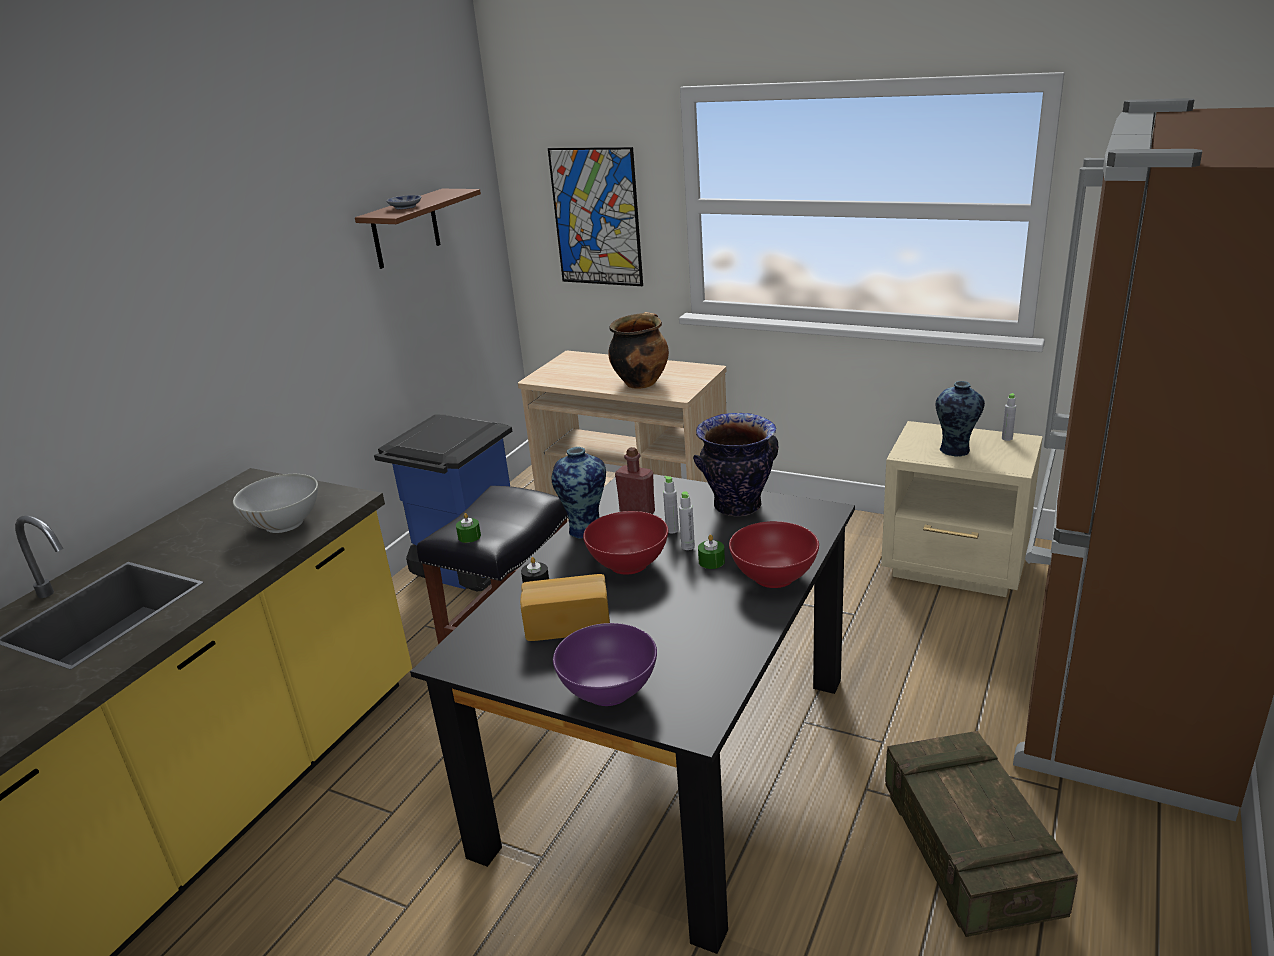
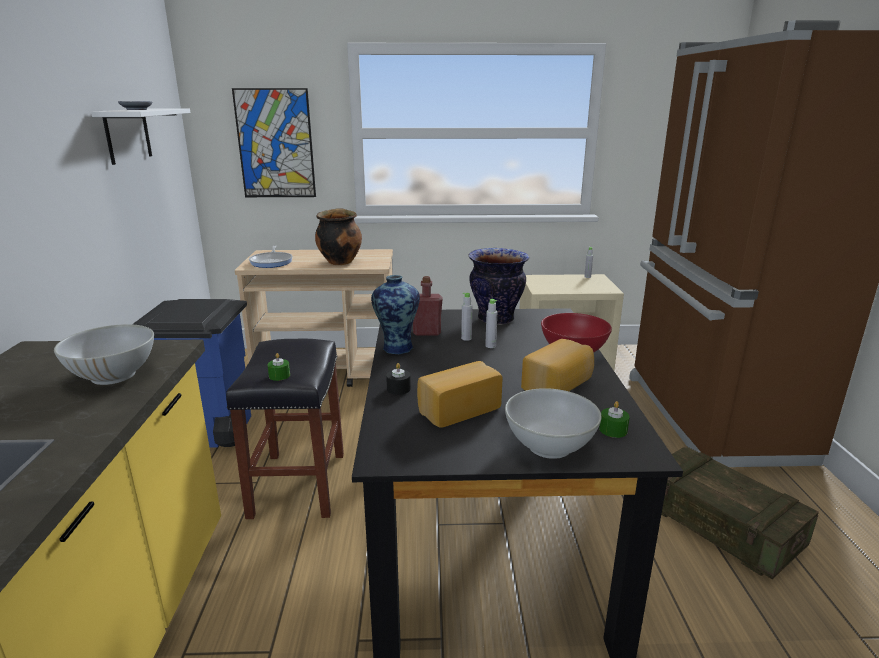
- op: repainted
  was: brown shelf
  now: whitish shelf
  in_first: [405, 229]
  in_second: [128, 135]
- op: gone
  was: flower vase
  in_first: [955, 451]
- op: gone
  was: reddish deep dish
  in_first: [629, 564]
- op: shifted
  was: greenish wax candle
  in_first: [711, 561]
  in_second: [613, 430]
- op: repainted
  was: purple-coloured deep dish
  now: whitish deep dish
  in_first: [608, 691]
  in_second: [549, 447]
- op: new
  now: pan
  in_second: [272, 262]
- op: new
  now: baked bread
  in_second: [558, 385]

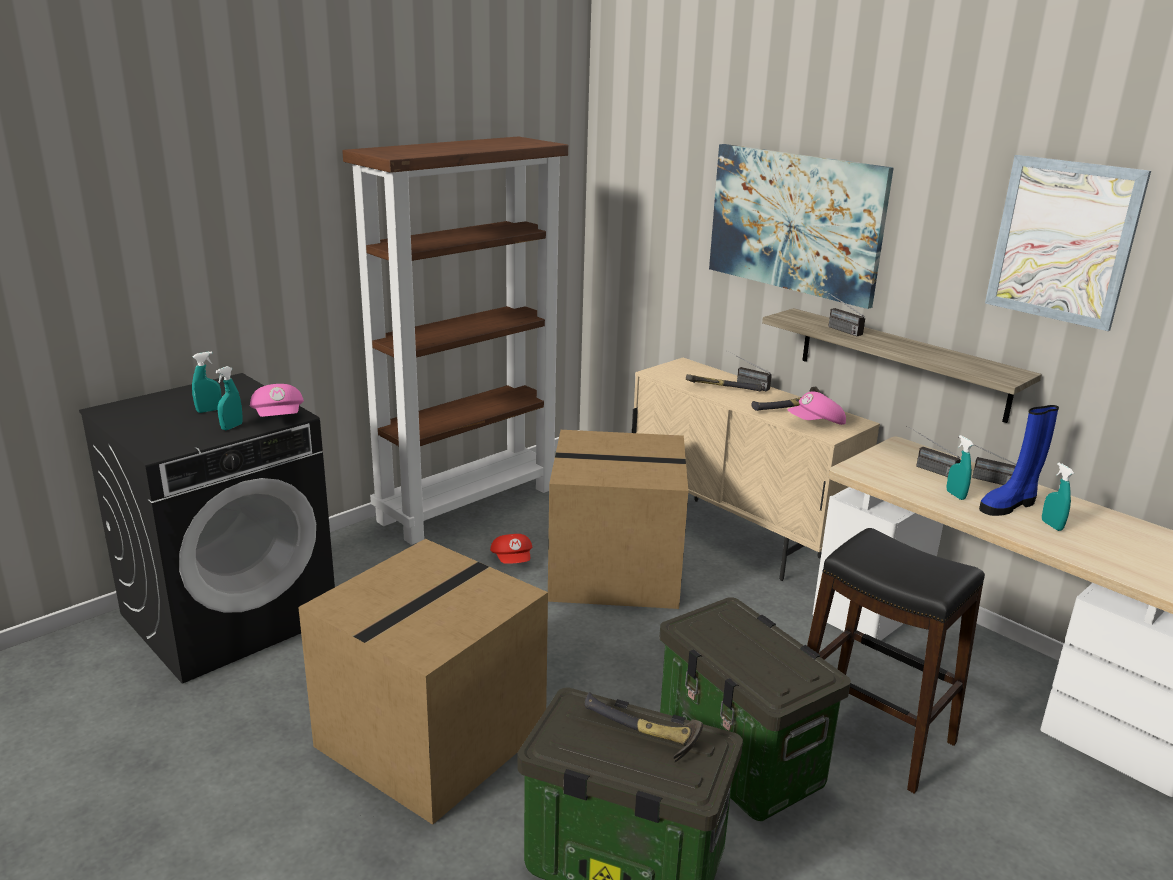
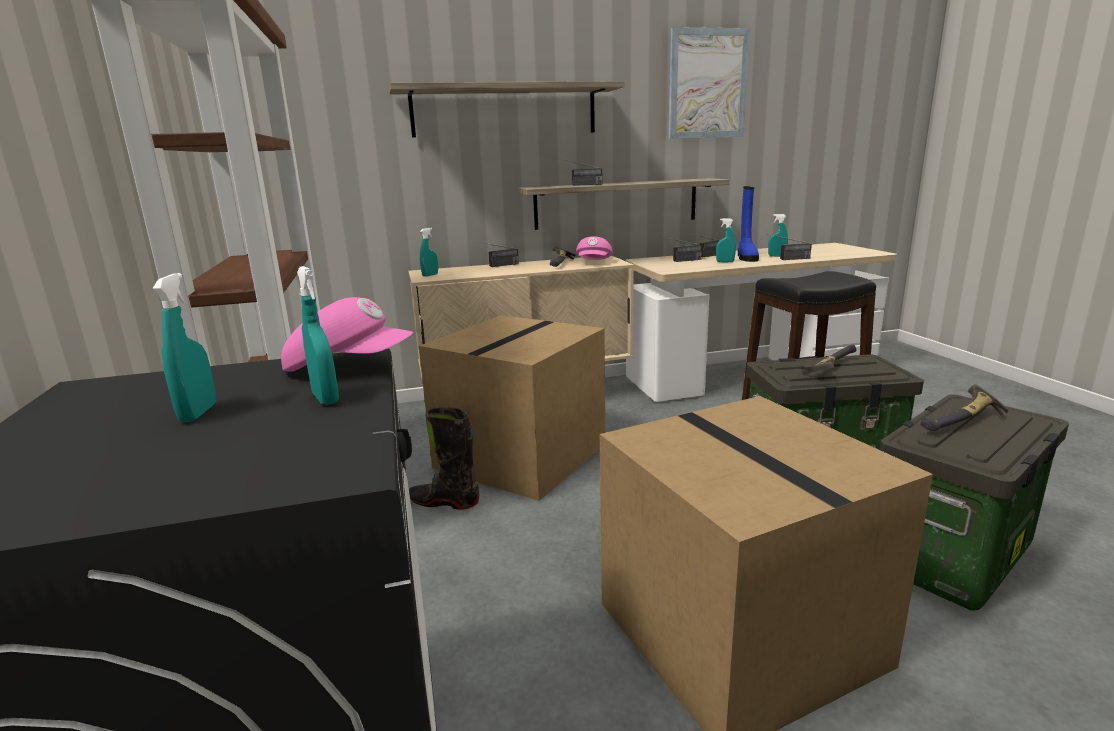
- op: swapped
  was: wall art
  now: shelf
  in_first: [795, 222]
  in_second: [505, 111]
- op: shifted
  was: hand hammer
  in_first: [720, 389]
  in_second: [828, 367]
- op: swapped
  was: reddish cap
  now: blackish tall boot
  in_first: [513, 560]
  in_second: [444, 502]
- op: new
  now: turquoise-coloured spray bottle
  in_second: [430, 275]
- op: new
  now: radio
  in_second: [788, 259]

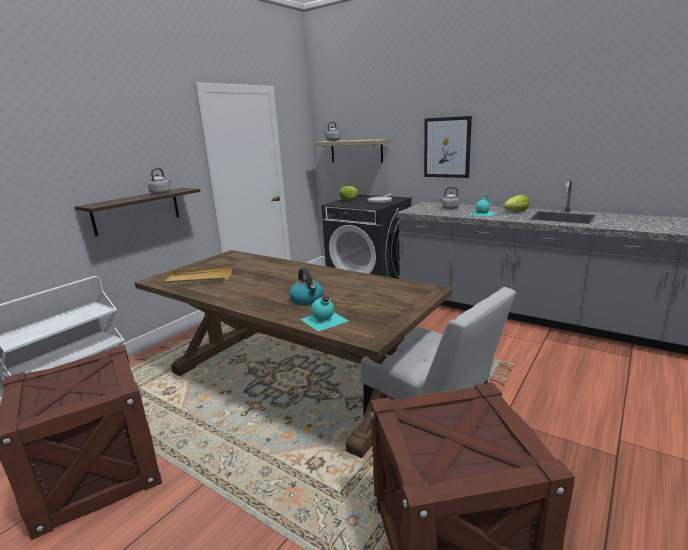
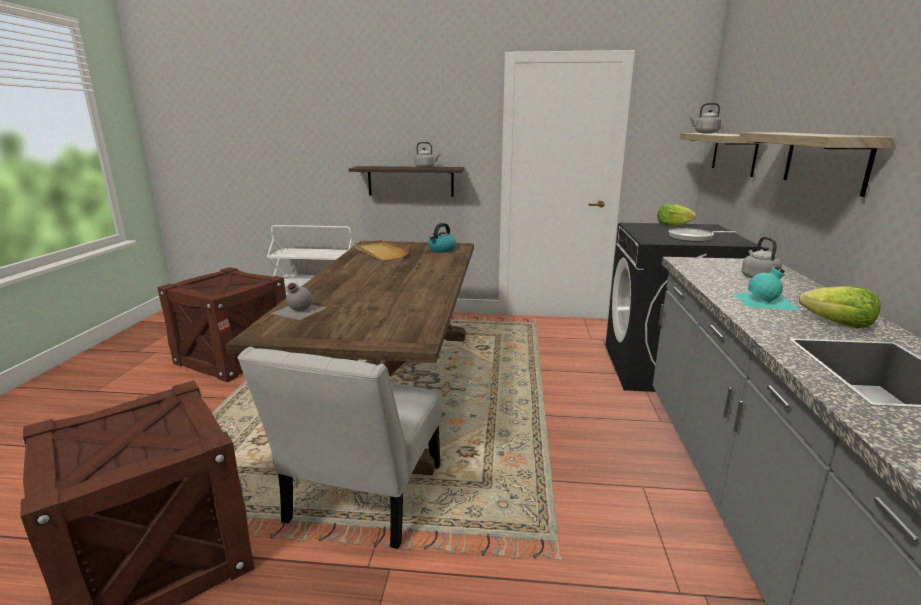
- op: swapped
  was: wall art
  now: shelf
  in_first: [447, 147]
  in_second: [825, 161]
- op: shifted
  was: tea kettle
  in_first: [307, 300]
  in_second: [441, 250]
- op: repainted
  was: turquoise-coloured beverage bottle
  now: grey beverage bottle
  in_first: [324, 320]
  in_second: [298, 310]

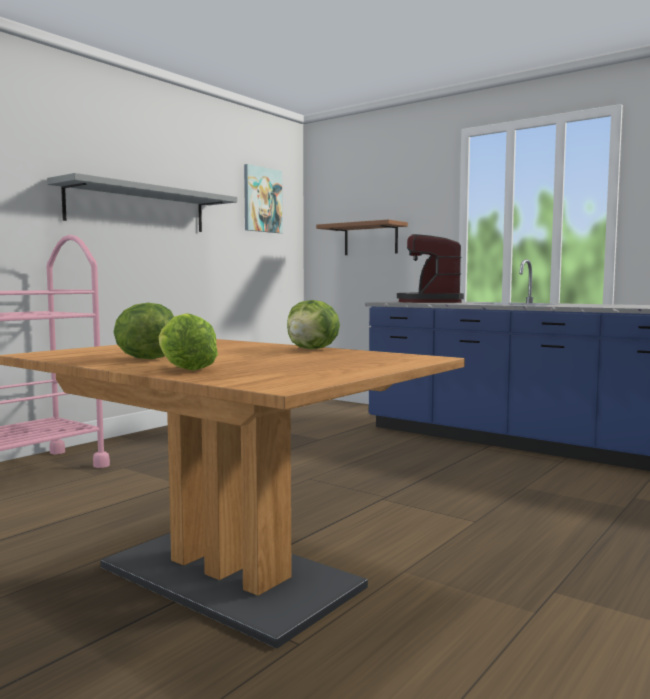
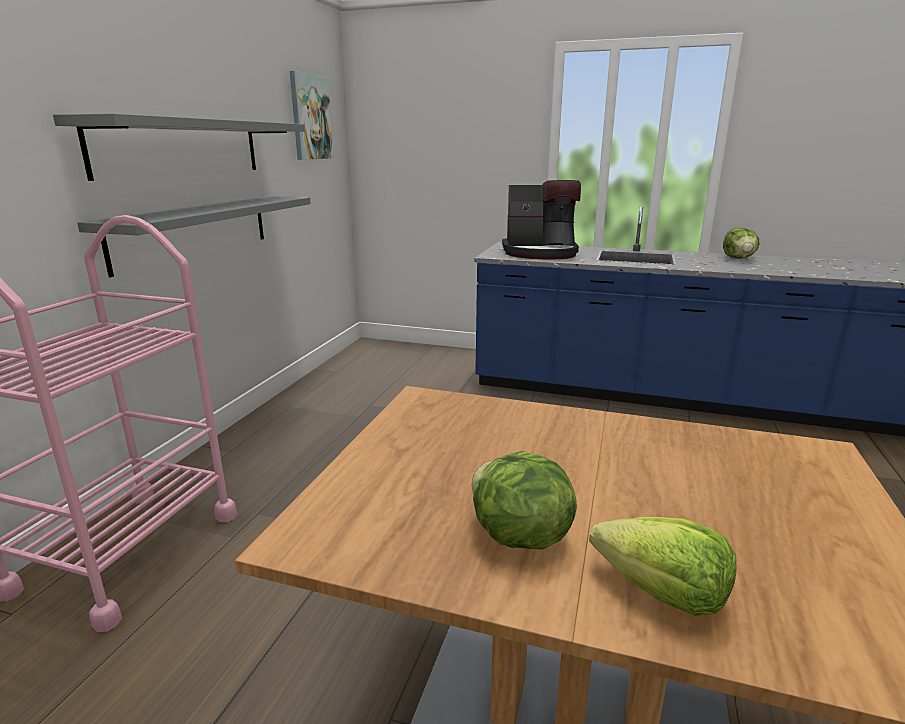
- op: gone
  was: brown shelf
  in_first: [370, 239]
- op: rotated
  was: coffee brewer
  in_first: [431, 302]
  in_second: [540, 253]
  clockwise: -75
- op: shifted
  was: head of lettuce
  in_first: [313, 349]
  in_second: [739, 258]
- op: new
  now: grey shelf
  in_second: [194, 231]

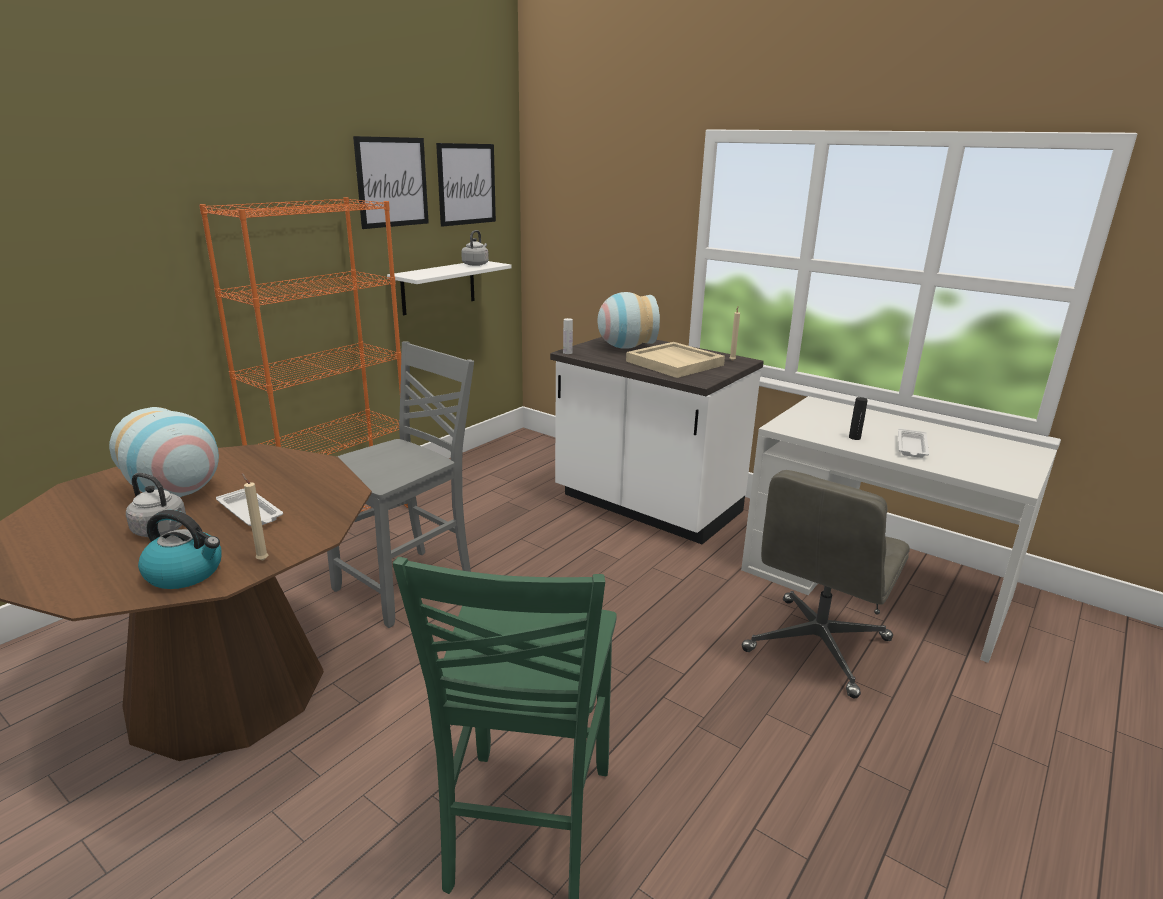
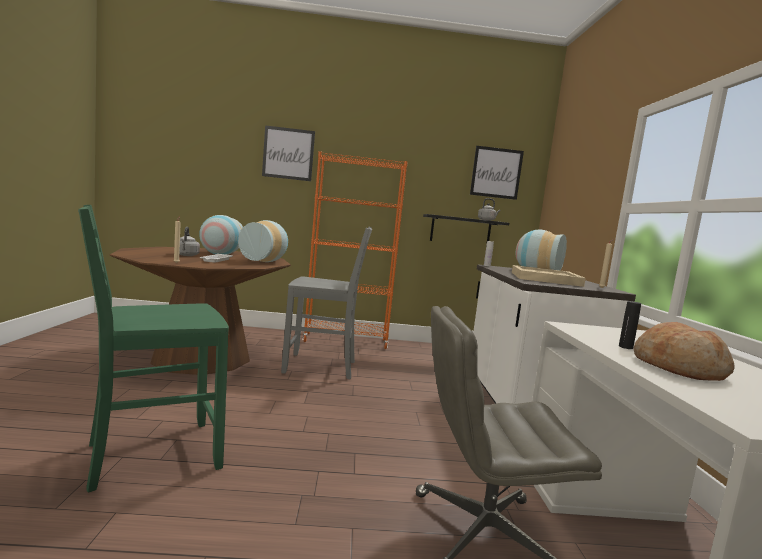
- op: shifted
  was: wall art
  in_first: [392, 182]
  in_second: [288, 153]
- op: repainted
  was: whitish shelf
  now: blackish shelf
  in_first: [438, 287]
  in_second: [460, 231]
- op: swapped
  was: whitish serving tray
  now: baked bread
  in_first: [911, 447]
  in_second: [679, 368]
- op: gone
  was: tea kettle
  in_first: [186, 573]
- op: new
  now: flower vase
  in_second: [264, 262]

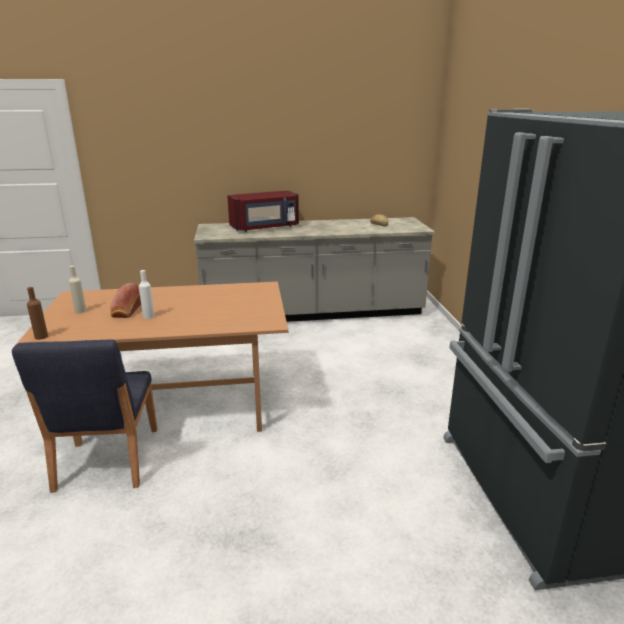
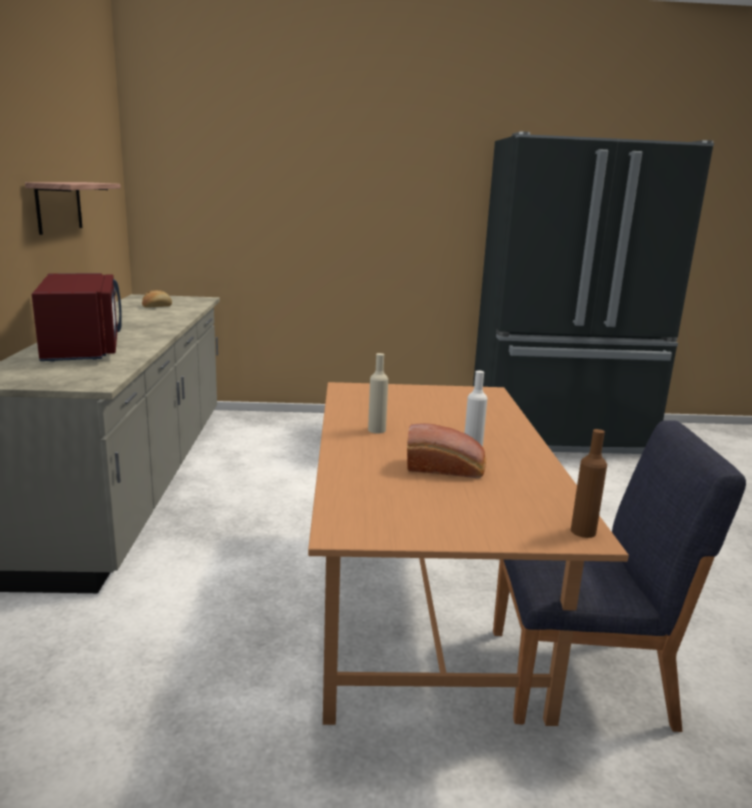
- op: shifted
  was: beige beverage bottle
  in_first: [80, 311]
  in_second: [376, 430]
- op: new
  now: shelf
  in_second: [59, 206]

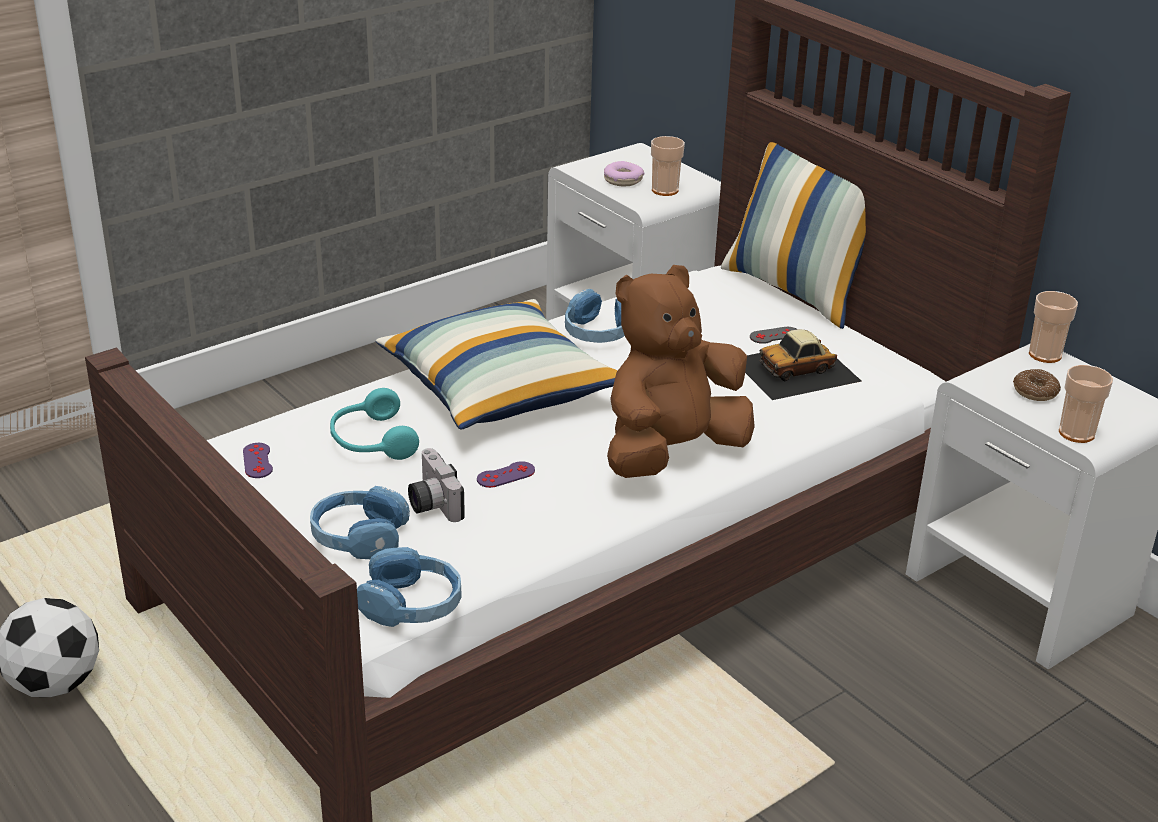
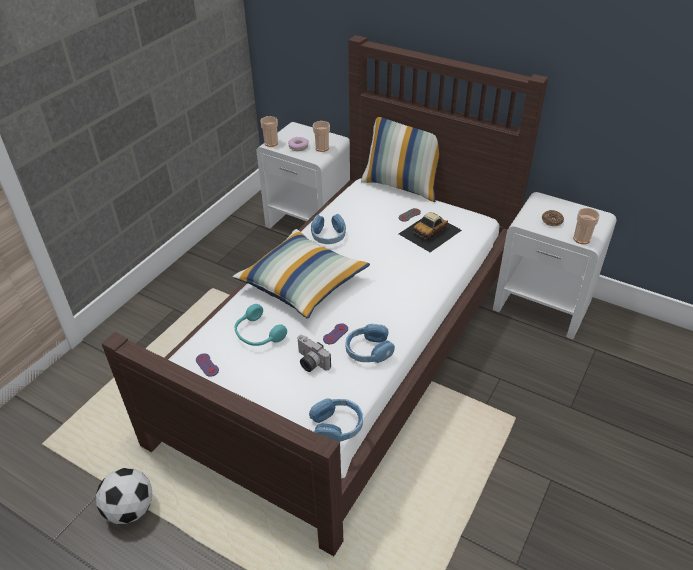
- op: gone
  was: brown plush toy
  in_first: [670, 453]
- op: shifted
  was: drinking cup
  in_first: [1045, 355]
  in_second: [271, 143]
- op: shifted
  was: blue-coloured pair of headphones
  in_first: [358, 537]
  in_second: [368, 350]

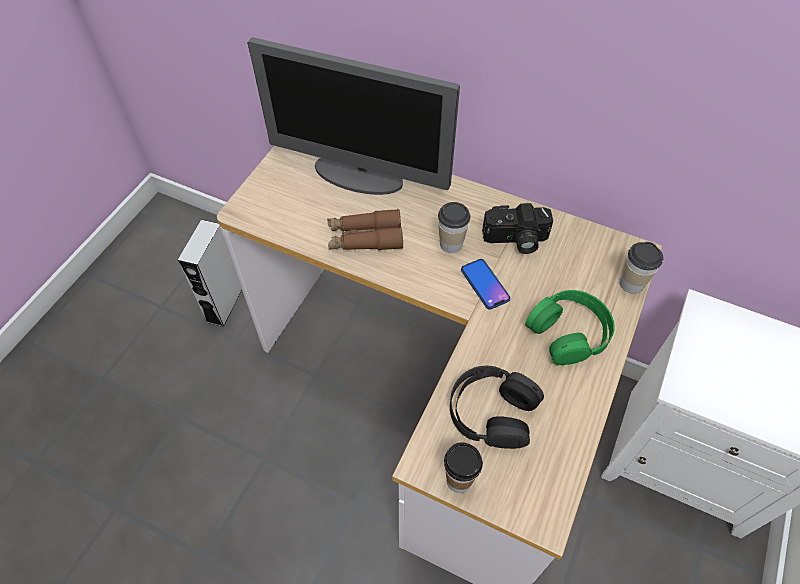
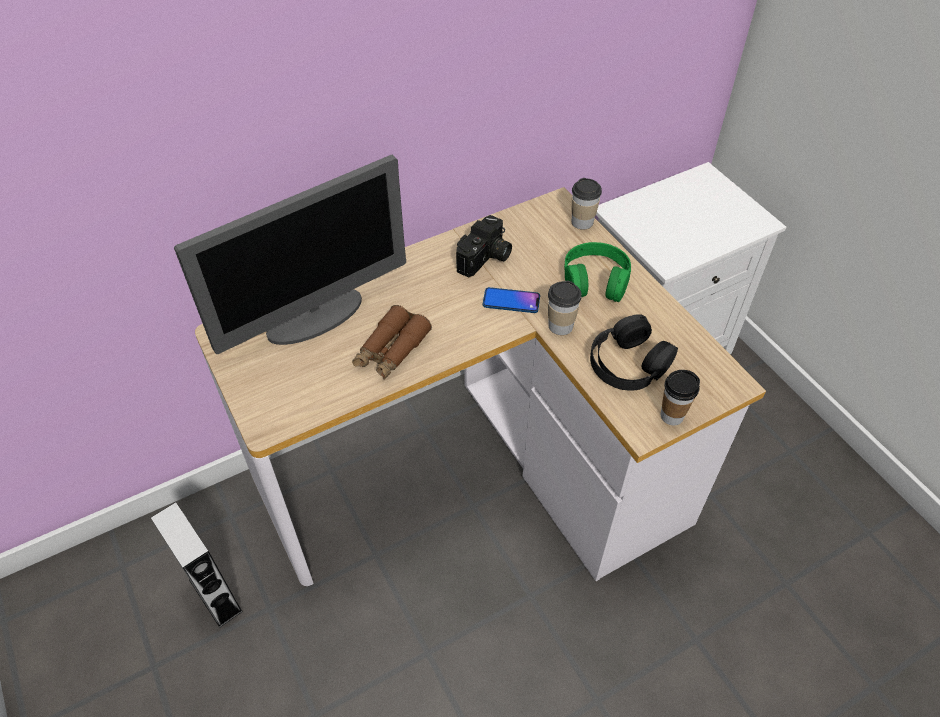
- op: shifted
  was: drinking cup
  in_first: [451, 243]
  in_second: [560, 326]

